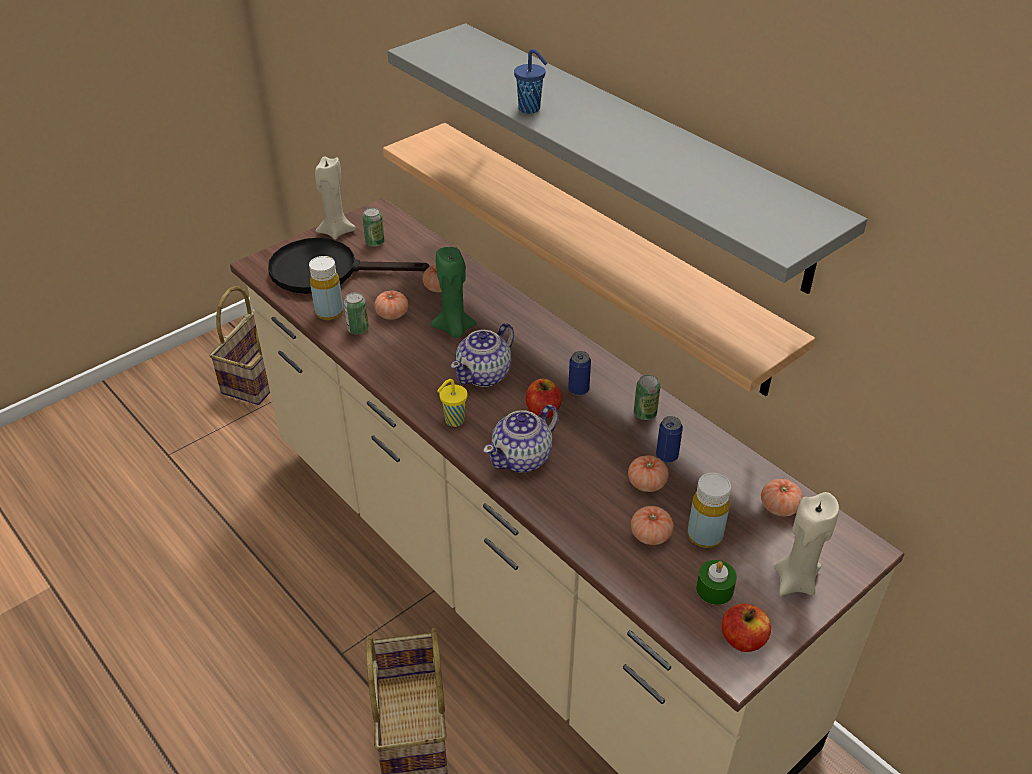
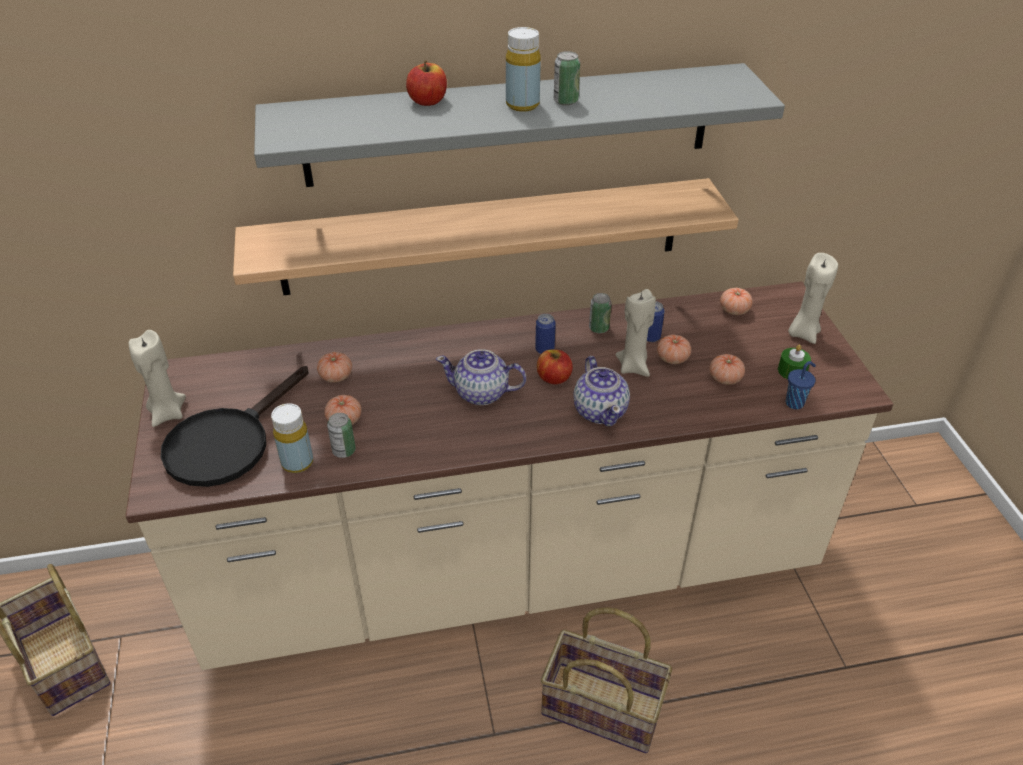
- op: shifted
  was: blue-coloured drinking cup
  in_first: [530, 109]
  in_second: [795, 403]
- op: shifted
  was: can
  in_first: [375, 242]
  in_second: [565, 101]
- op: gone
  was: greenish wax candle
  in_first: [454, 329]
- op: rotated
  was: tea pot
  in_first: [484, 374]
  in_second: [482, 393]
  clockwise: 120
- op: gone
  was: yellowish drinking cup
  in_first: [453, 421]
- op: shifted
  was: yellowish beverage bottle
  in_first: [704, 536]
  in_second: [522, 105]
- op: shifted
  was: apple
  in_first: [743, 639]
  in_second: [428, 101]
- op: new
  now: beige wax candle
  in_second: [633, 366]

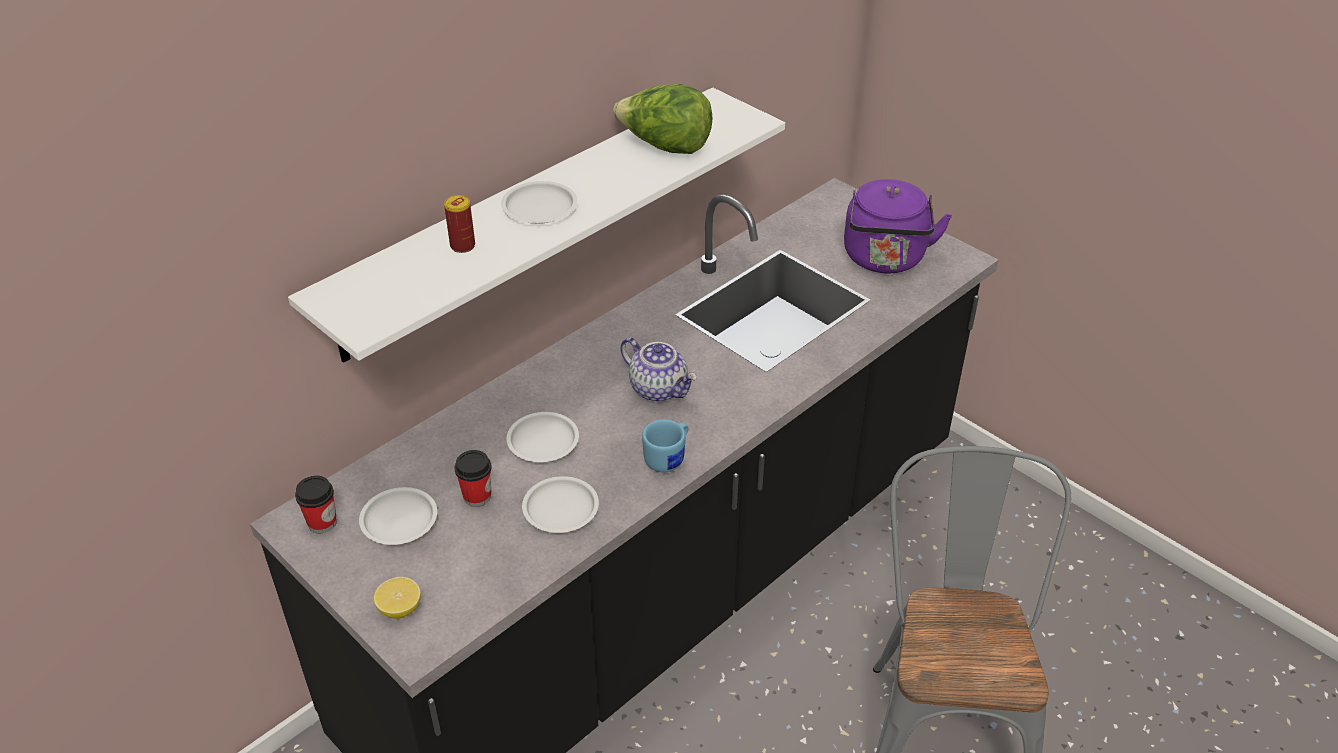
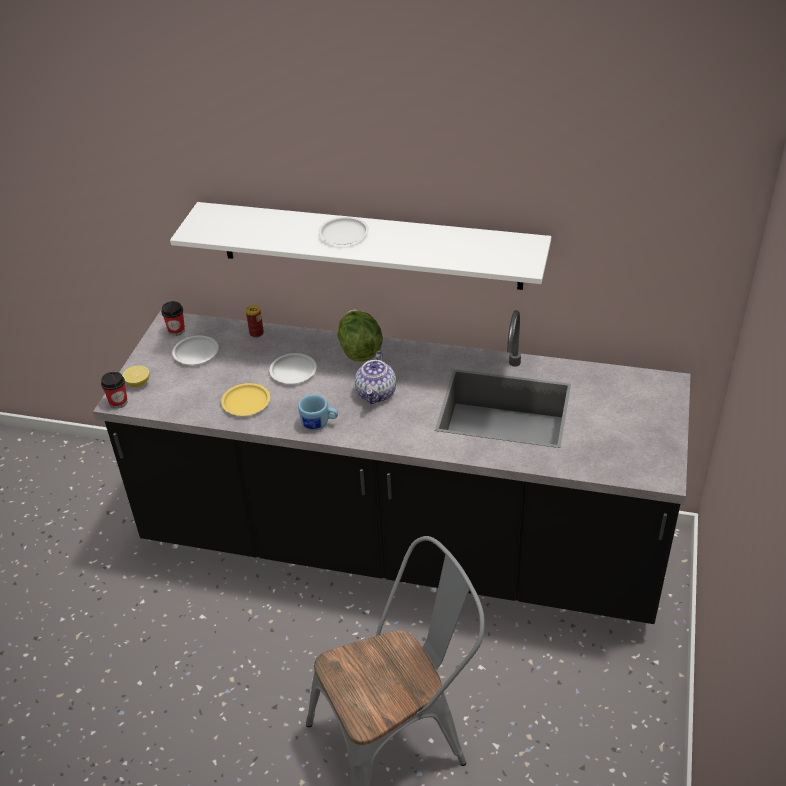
- op: shifted
  was: head of lettuce
  in_first: [665, 147]
  in_second: [359, 350]
- op: gone
  was: purple-coloured tea kettle
  in_first: [885, 260]
- op: shifted
  was: can
  in_first: [462, 246]
  in_second: [256, 333]
- op: shifted
  was: drinking cup
  in_first: [477, 496]
  in_second: [118, 402]
- op: repainted
  was: whitish flat dish
  now: yellowish flat dish
  in_first: [561, 509]
  in_second: [246, 403]

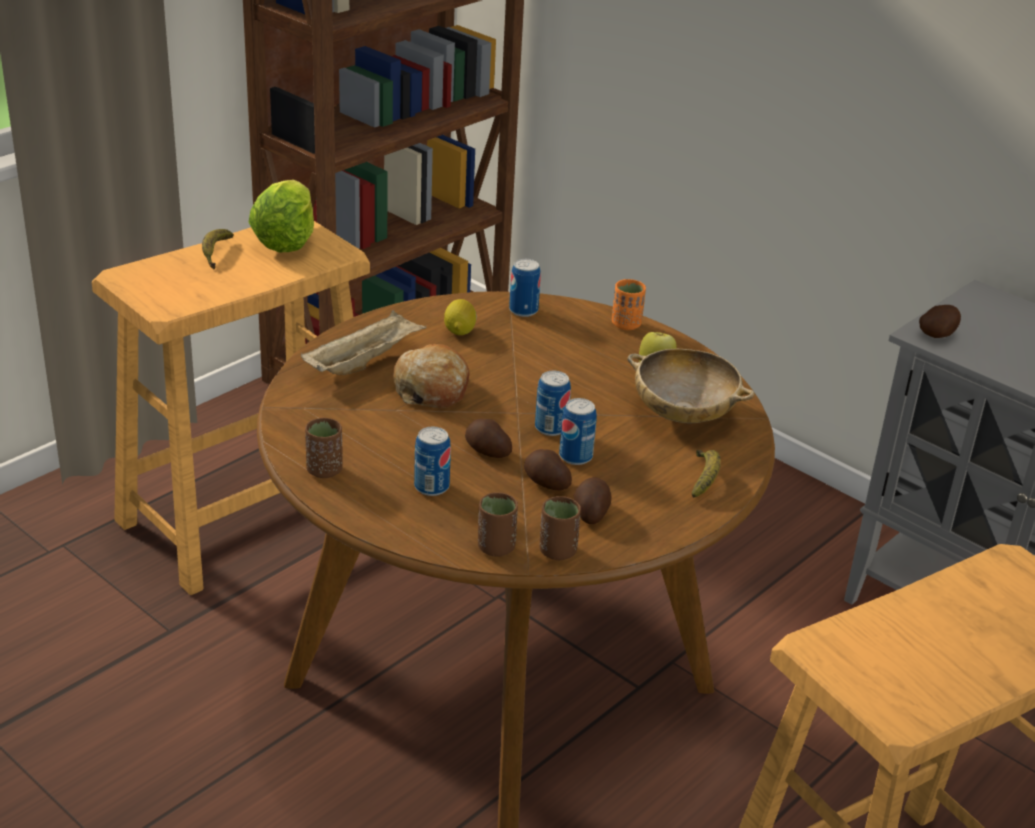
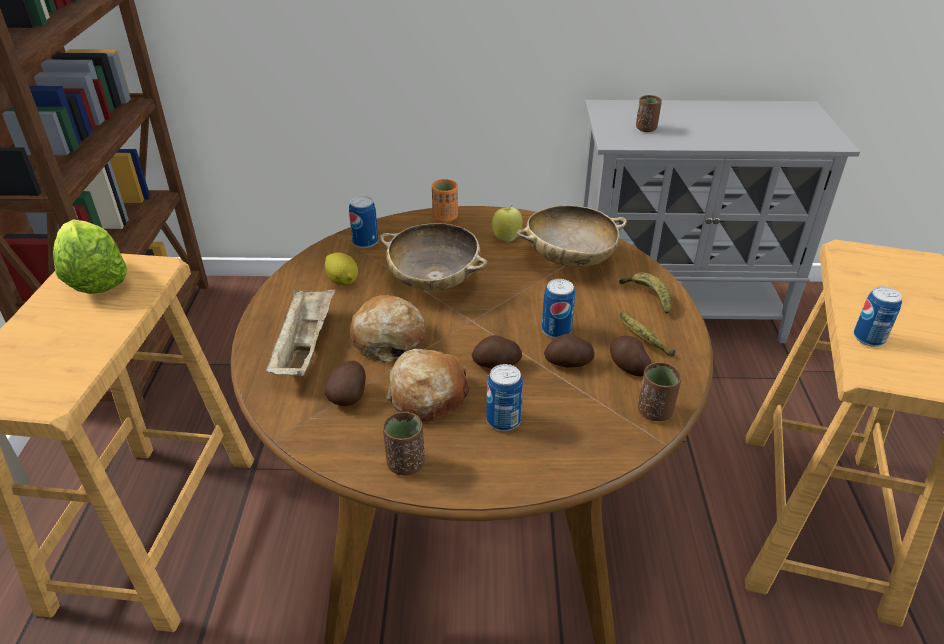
- op: shifted
  was: whole banana
  in_first: [216, 254]
  in_second: [641, 340]
- op: shifted
  was: spud
  in_first: [938, 335]
  in_second: [349, 396]
- op: shifted
  was: can
  in_first: [551, 428]
  in_second: [868, 338]
- op: shifted
  was: brown drinking cup
  in_first: [496, 547]
  in_second: [646, 128]
- op: new
  now: beige deep dish
  in_second: [434, 281]
- op: new
  now: baked bread
  in_second: [427, 396]

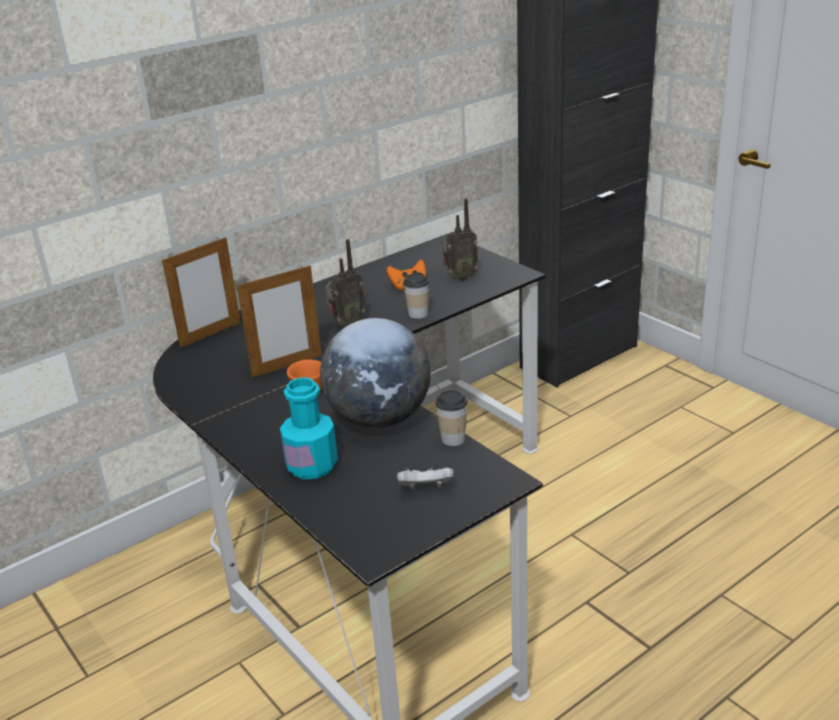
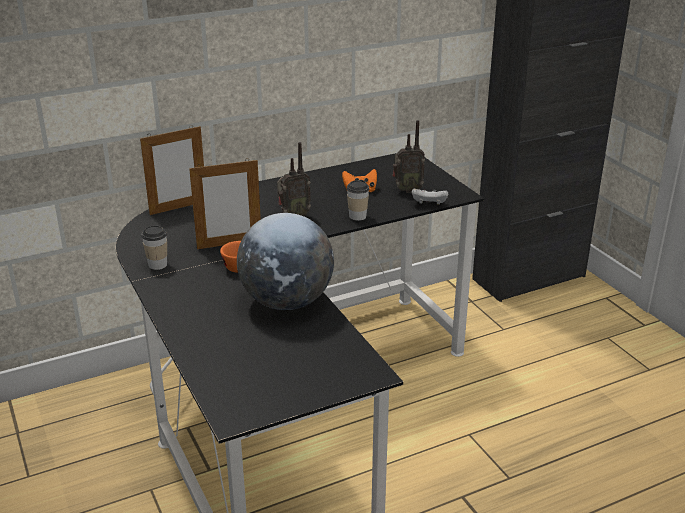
- op: gone
  was: turquoise-coloured beverage bottle
  in_first: [312, 466]
- op: shifted
  was: drinking cup
  in_first: [453, 439]
  in_second: [157, 265]
- op: shifted
  was: whitish game controller
  in_first: [426, 489]
  in_second: [429, 204]

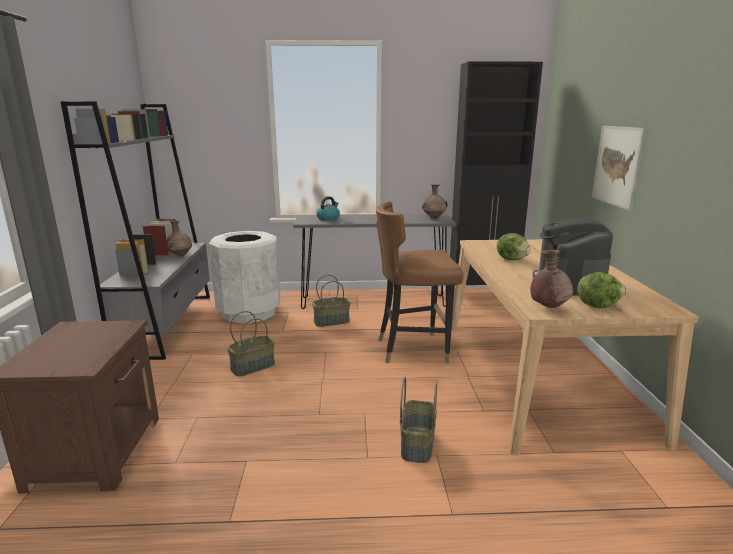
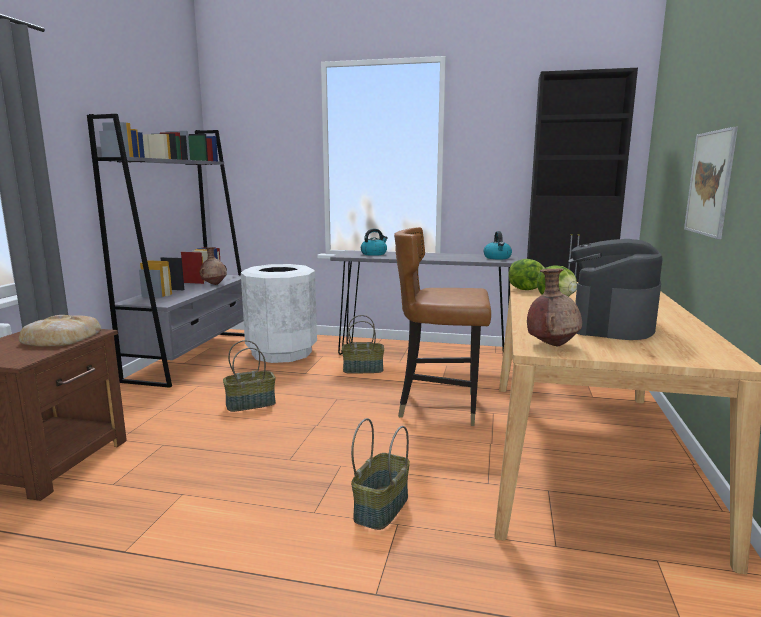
- op: swapped
  was: brown flower vase
  now: tea kettle
  in_first: [434, 217]
  in_second: [497, 258]
- op: shifted
  was: head of lettuce
  in_first: [597, 305]
  in_second: [526, 289]
- op: new
  now: baked bread
  in_second: [60, 338]

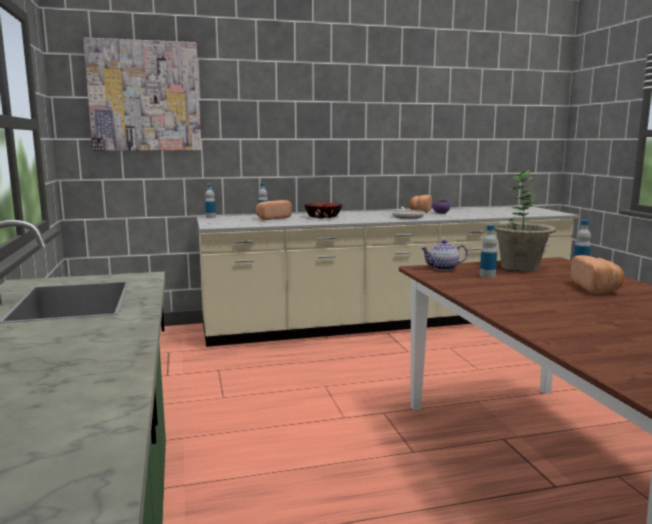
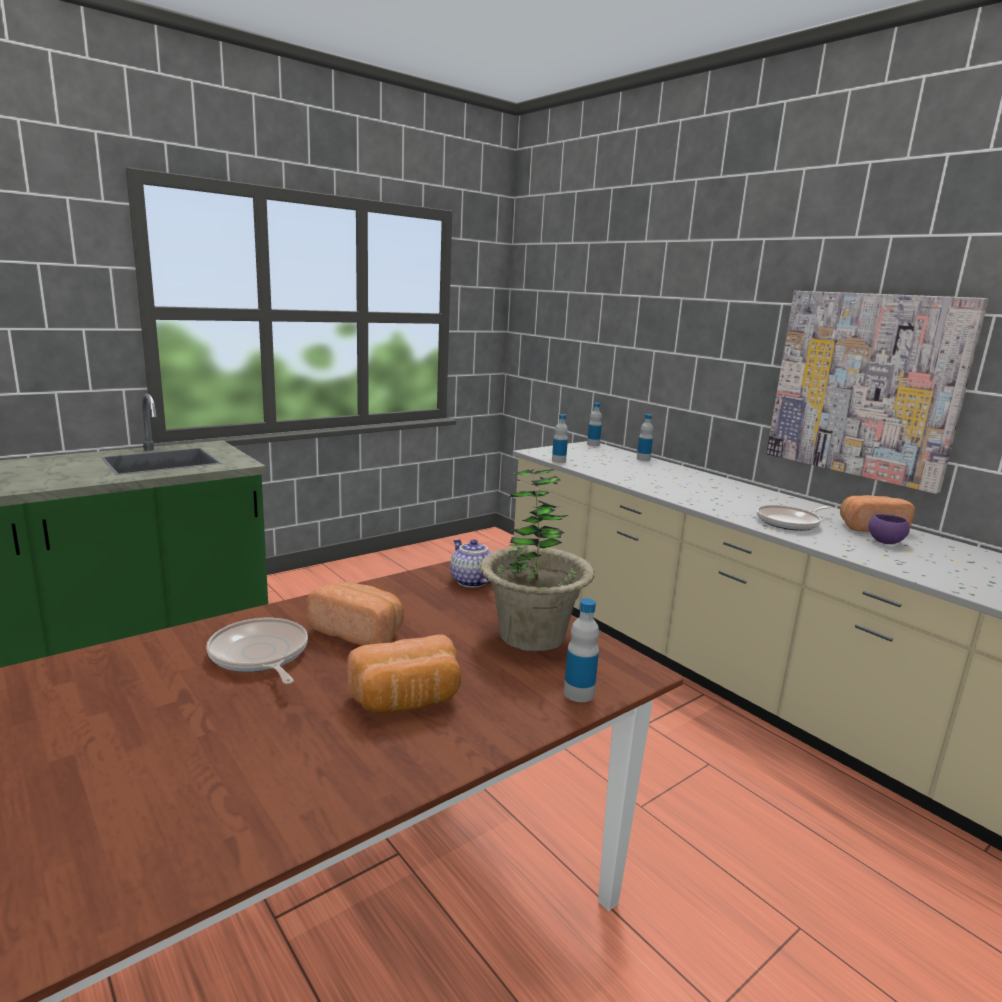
- op: shifted
  was: wall art
  in_first: [145, 96]
  in_second: [865, 386]
- op: shifted
  was: baked bread
  in_first: [272, 218]
  in_second: [359, 632]
- op: gone
  was: deep dish
  in_first: [323, 217]
- op: shifted
  was: beverage bottle
  in_first: [487, 276]
  in_second: [558, 461]
- op: new
  now: pan
  in_second: [260, 655]

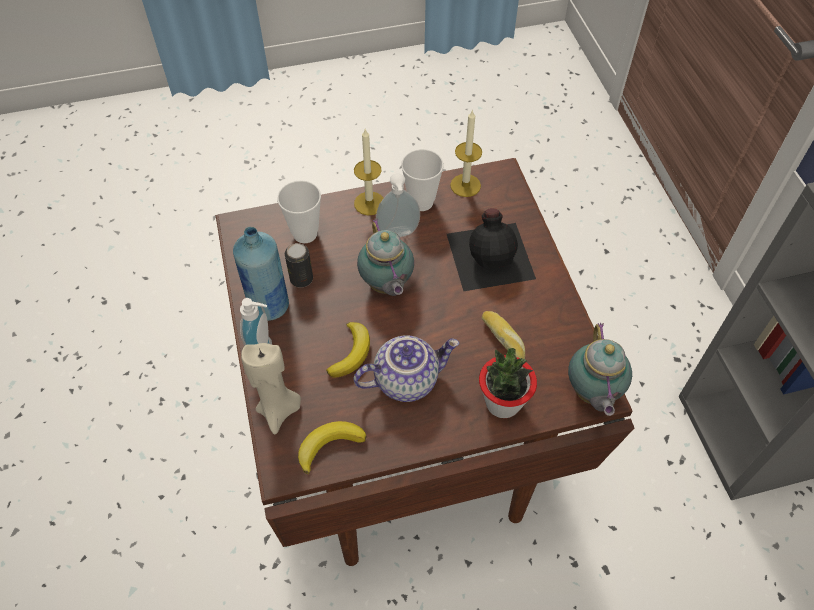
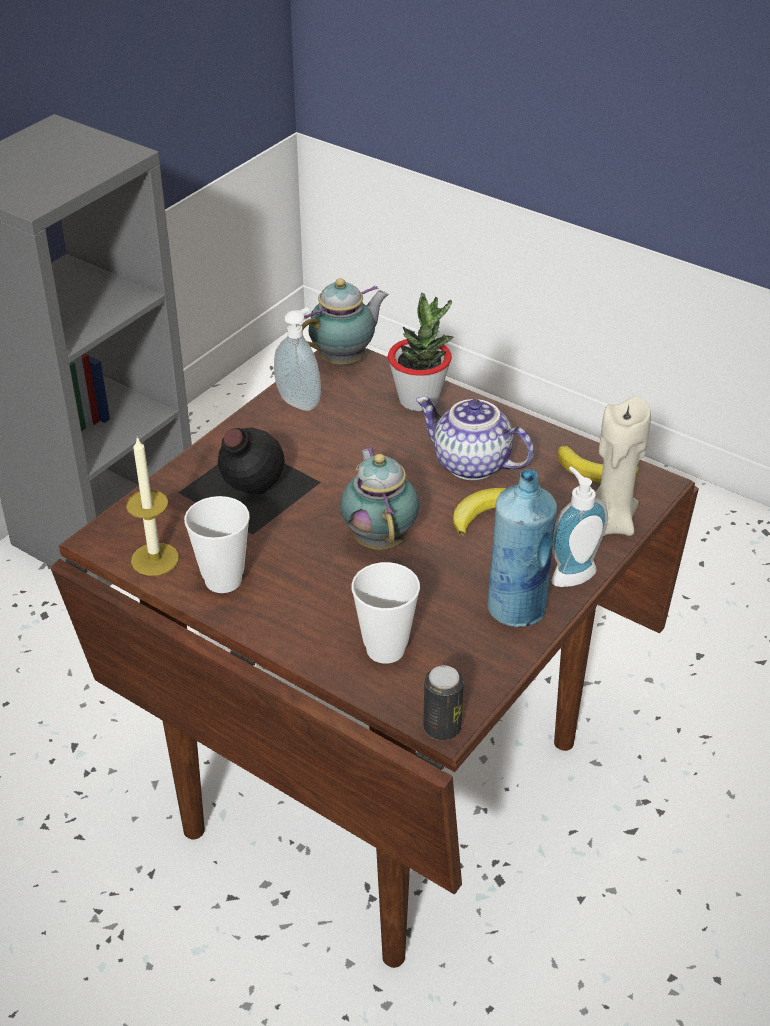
- op: gone
  was: wax candle
  in_first: [369, 203]
- op: shifted
  was: soap dispenser
  in_first: [398, 234]
  in_second: [300, 401]
- op: rotated
  was: tea pot
  in_first: [386, 286]
  in_second: [379, 538]
  clockwise: -45
- op: shifted
  was: can
  in_first: [301, 279]
  in_second: [442, 727]
- op: gone
  was: baked bread
  in_first: [504, 338]

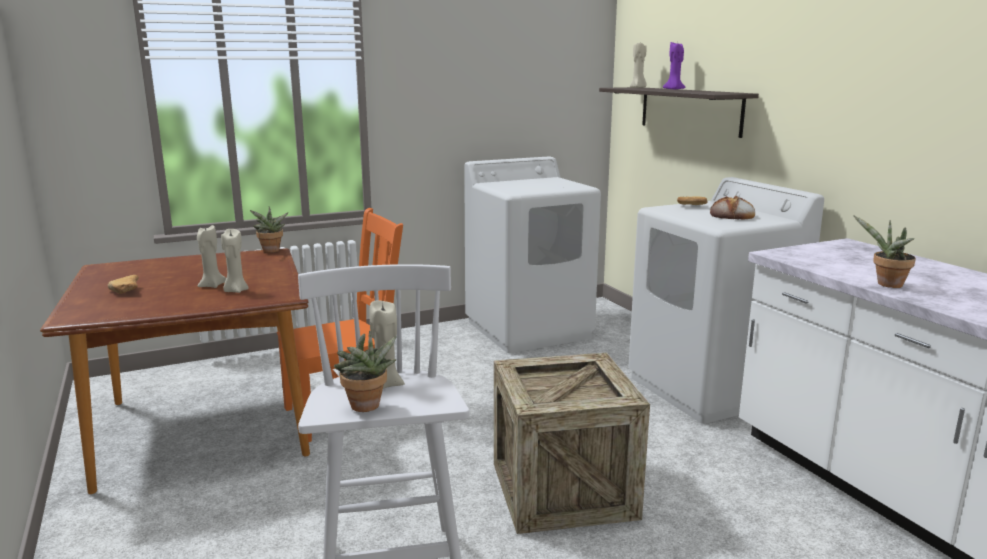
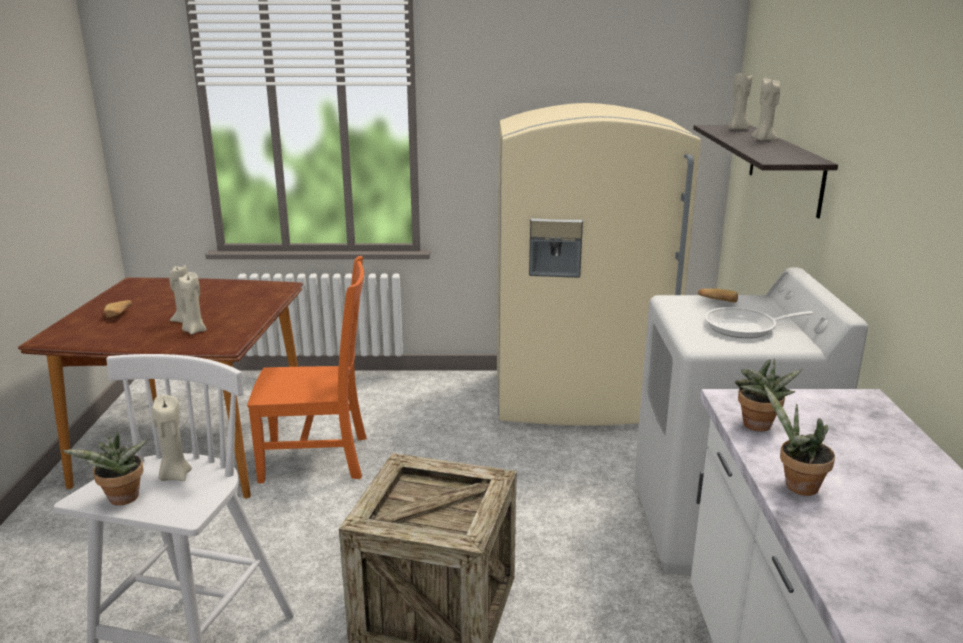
- op: repainted
  was: purple-coloured wax candle
  now: beige wax candle
  in_first: [674, 89]
  in_second: [763, 140]
- op: swapped
  was: whitish washing machine
  now: beige fridge
  in_first: [529, 329]
  in_second: [579, 398]
- op: swapped
  was: baked bread
  now: pan
  in_first: [732, 215]
  in_second: [746, 327]
- op: shifted
  was: plant in a pot
  in_first: [271, 251]
  in_second: [757, 427]

